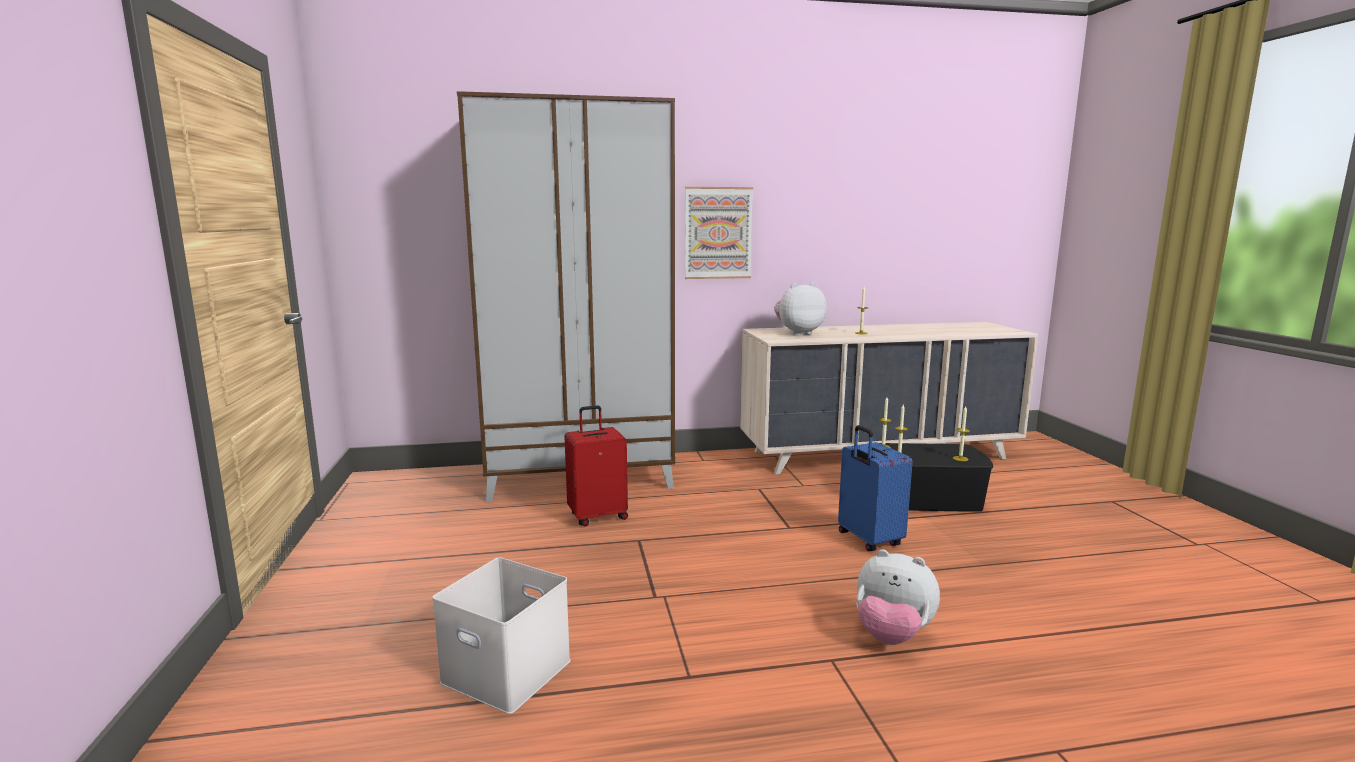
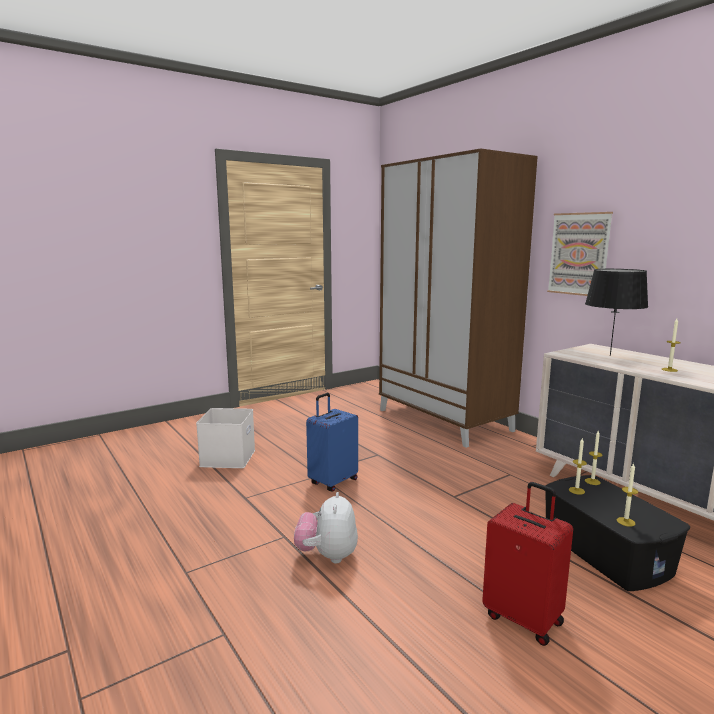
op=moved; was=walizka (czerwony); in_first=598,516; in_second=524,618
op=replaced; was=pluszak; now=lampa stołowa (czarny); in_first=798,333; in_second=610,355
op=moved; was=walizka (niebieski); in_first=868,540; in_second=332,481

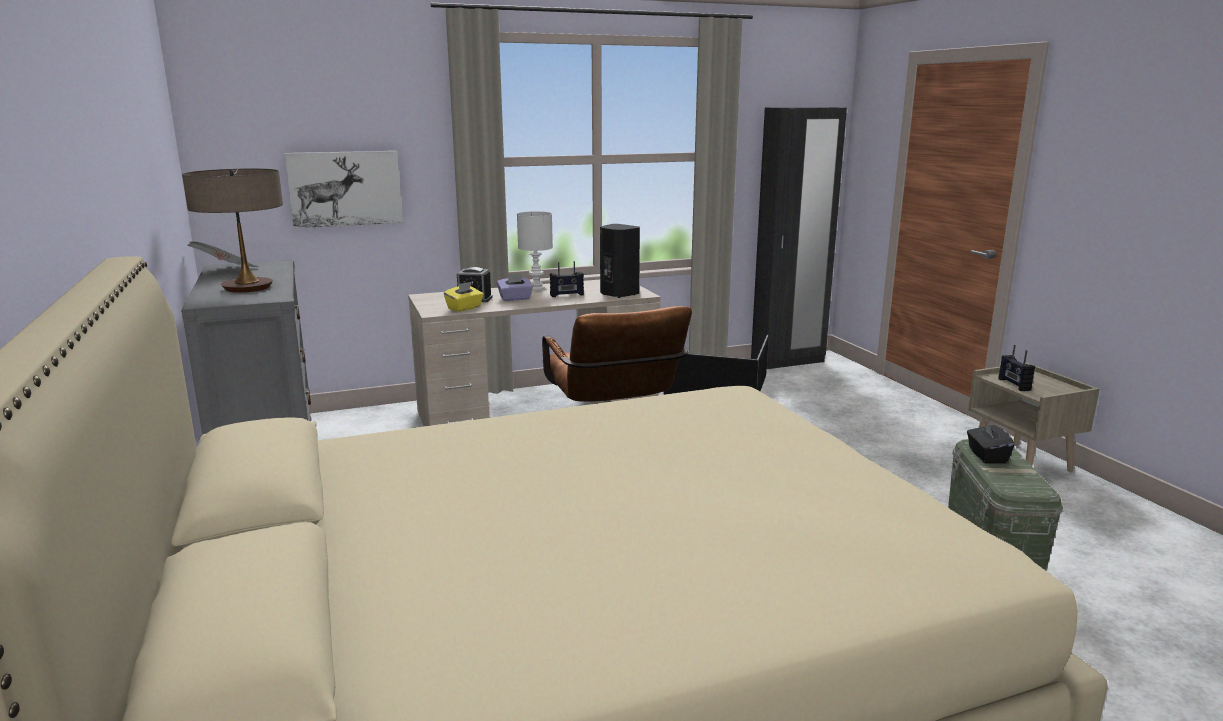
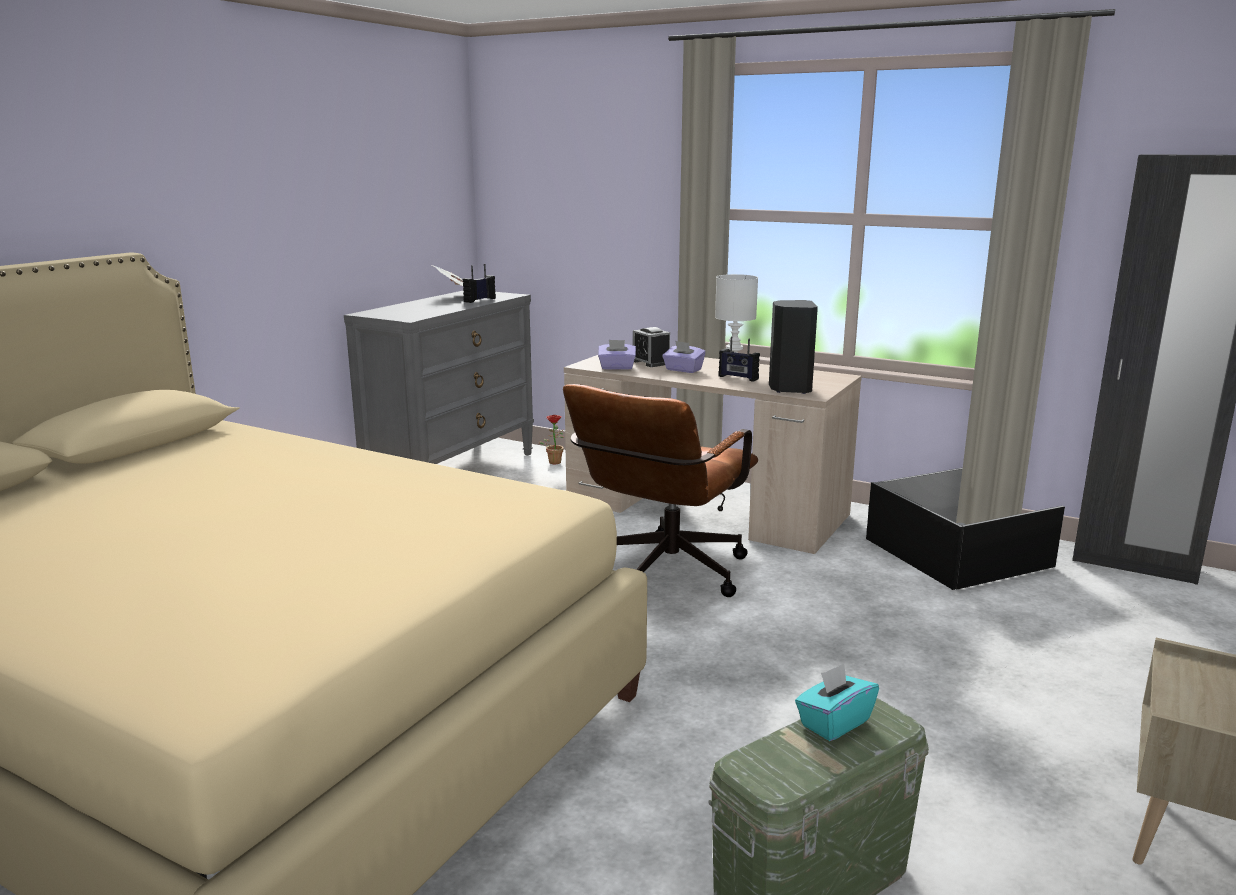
op=removed; was=lampa stołowa; in_first=247,288
op=removed; was=obraz; in_first=345,188
op=recoloured; was=pudełko chusteczek (żółty); now=pudełko chusteczek (fioletowy); in_first=464,308; in_second=617,367
op=recoloured; was=pudełko chusteczek (czarny); now=pudełko chusteczek (turkusowy); in_first=986,456; in_second=834,722
op=moved; was=radio; in_first=1013,384; in_second=479,300
op=added; now=roślina doniczkowa; in_second=554,461

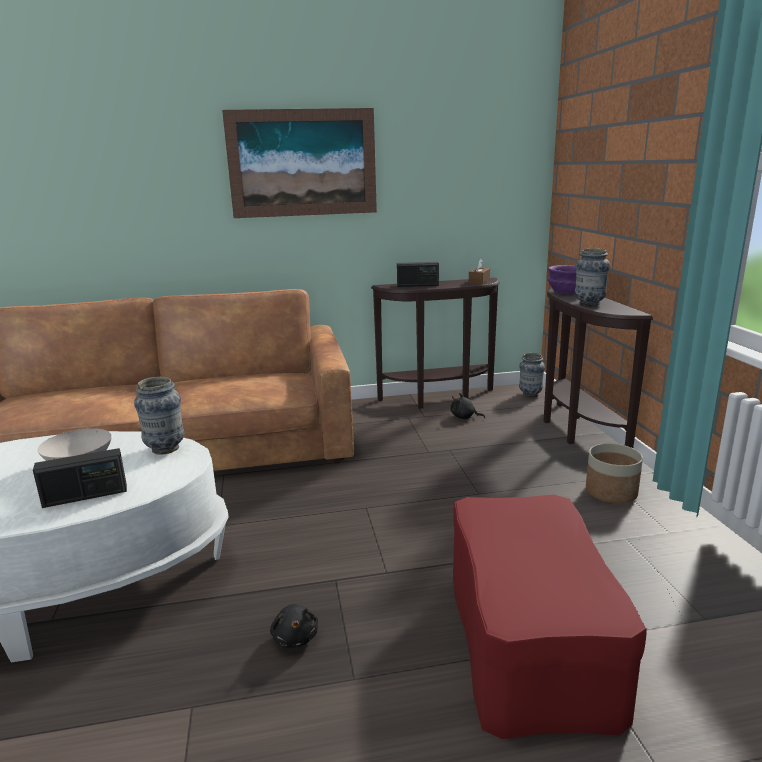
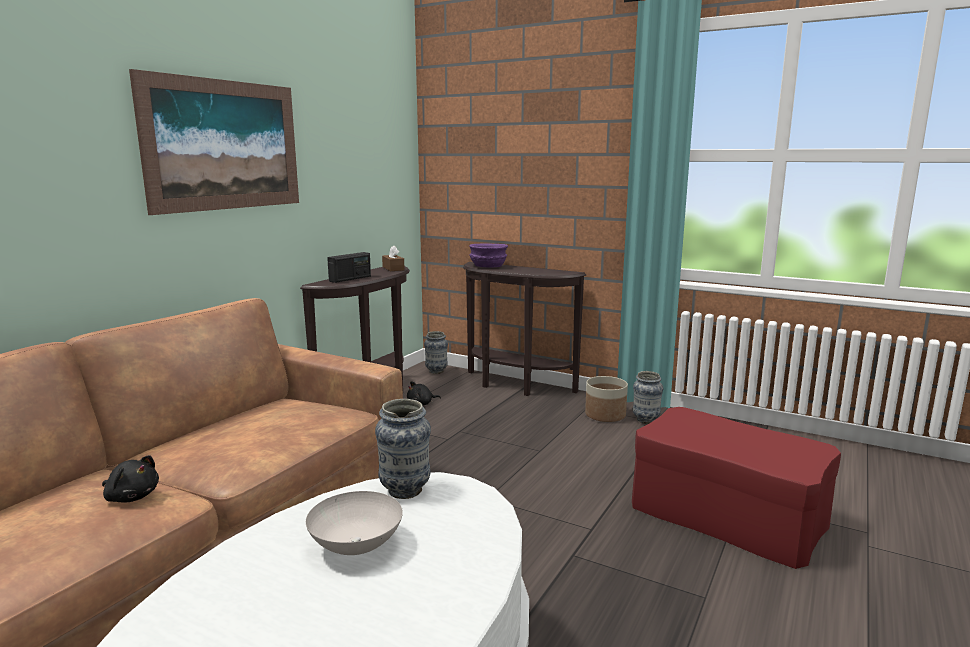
op=removed; was=radio; in_first=85,496
op=moved; was=pluszak (czarny); in_first=295,637; in_second=131,497
op=moved; was=wazon; in_first=589,304; in_second=645,420

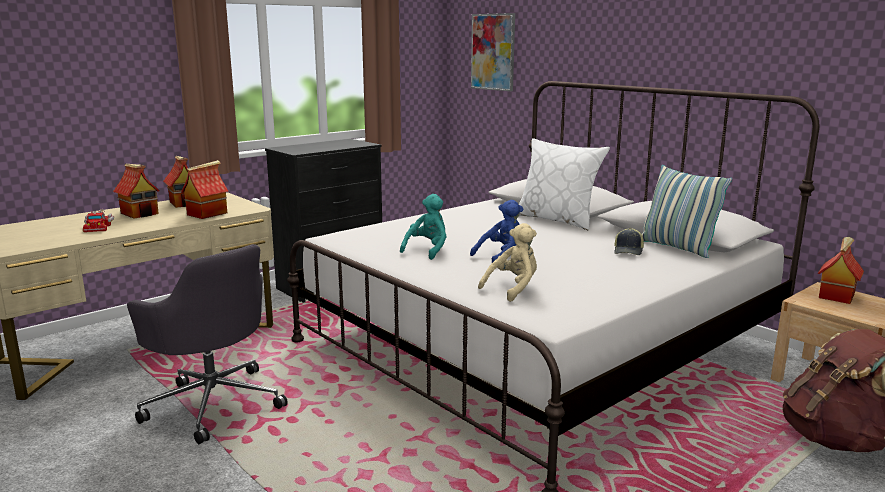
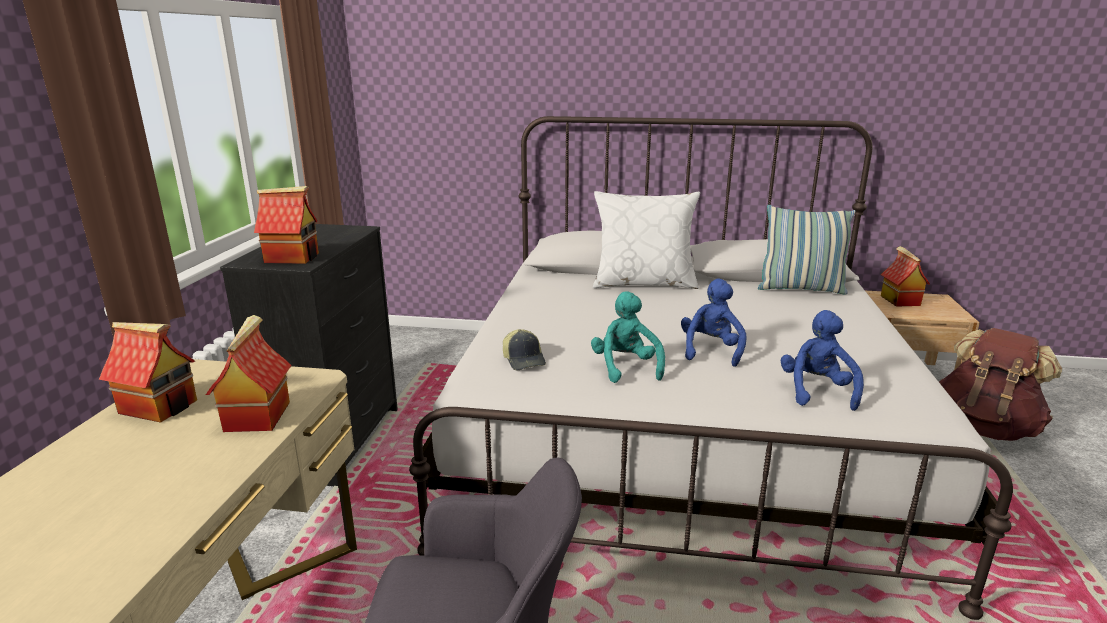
op=removed; was=ciężarówka zabawkowa; in_first=99,227
op=moved; was=domek; in_first=140,213; in_second=293,257
op=removed; was=obraz; in_first=493,52
op=recoloured; was=pluszak (beżowy); now=pluszak (niebieski); in_first=513,288; in_second=817,391
op=moved; was=czapka z daszkiem; in_first=629,251; in_second=524,360

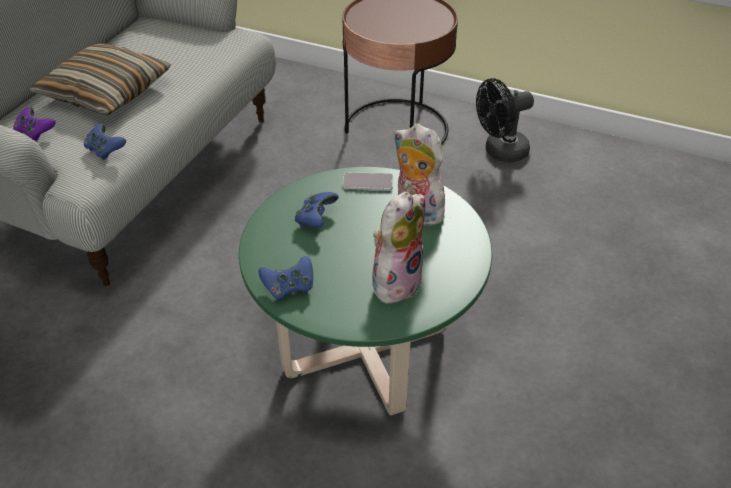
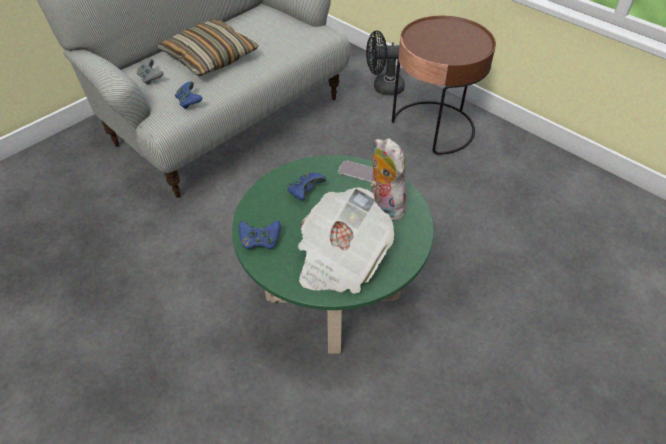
op=recoloured; was=pad do gier (fioletowy); now=pad do gier (szary); in_first=35,133; in_second=150,78
op=replaced; was=pluszak; now=gazeta; in_first=395,281; in_second=340,259
op=moved; was=wentylator (czarny); in_first=500,152; in_second=383,87

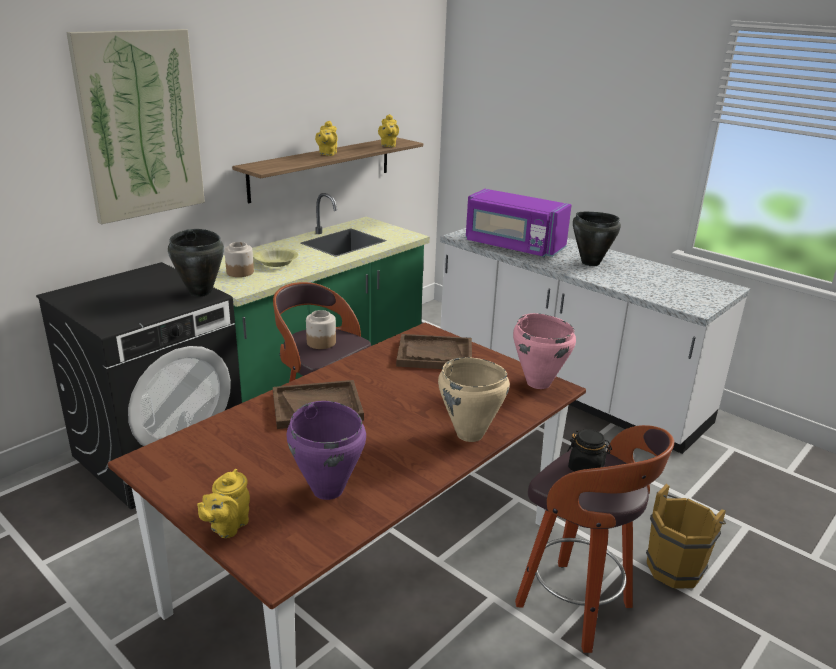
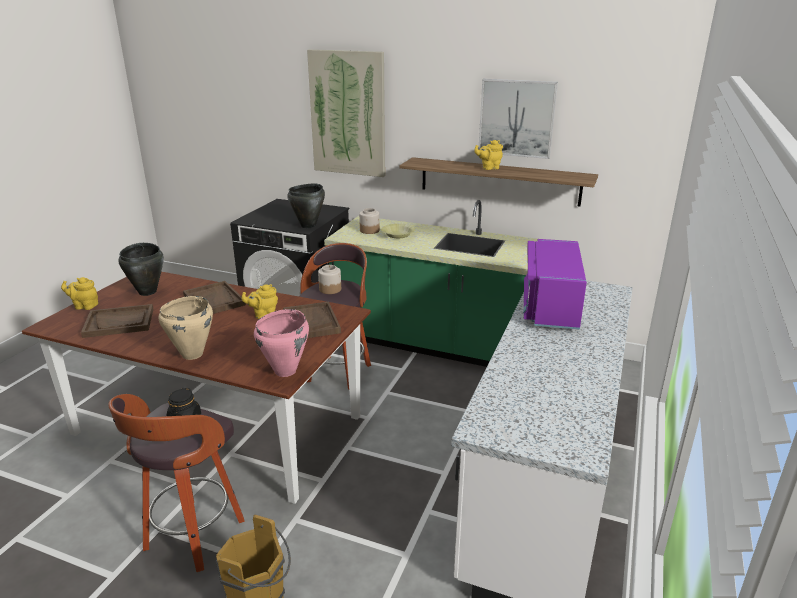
op=replaced; was=garnek (fioletowy); now=taca (brązowy); in_first=328,489; in_second=119,322
op=moved; was=imbryk (żółty); in_first=388,145; in_second=263,315
op=moved; was=garnek (czarny); in_first=590,262; in_second=148,292
op=added; now=obraz; in_second=517,118

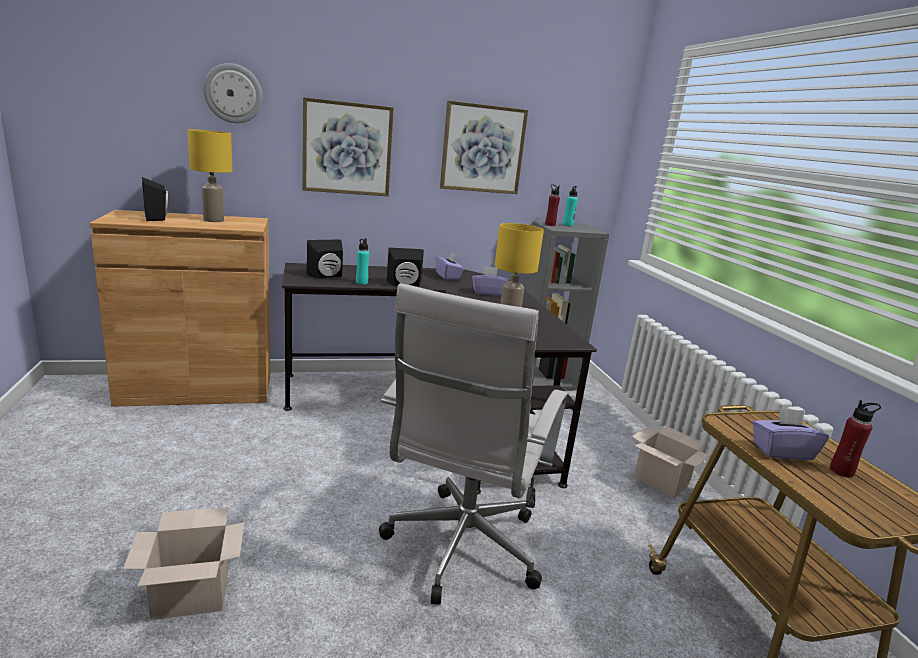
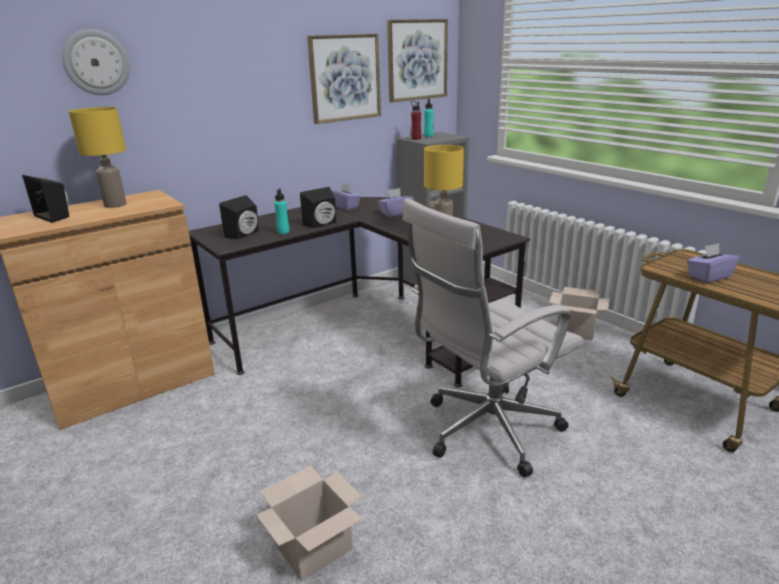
op=moved; was=obraz; in_first=347,148; in_second=417,60
op=turned; was=krzesło biurowe (biały); in_first=460,550; in_second=485,432; clockwise=60
op=removed; was=butelka (czerwony); in_first=841,471

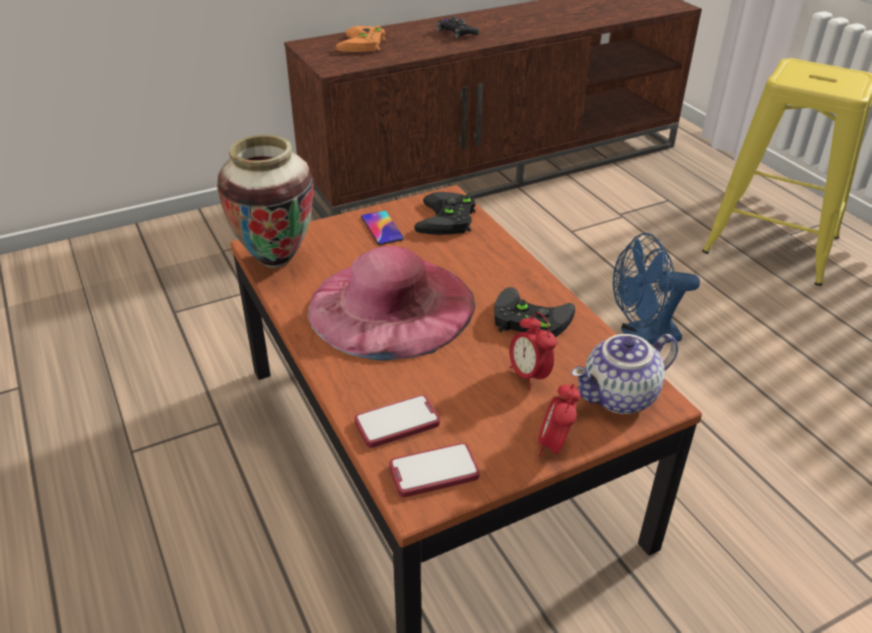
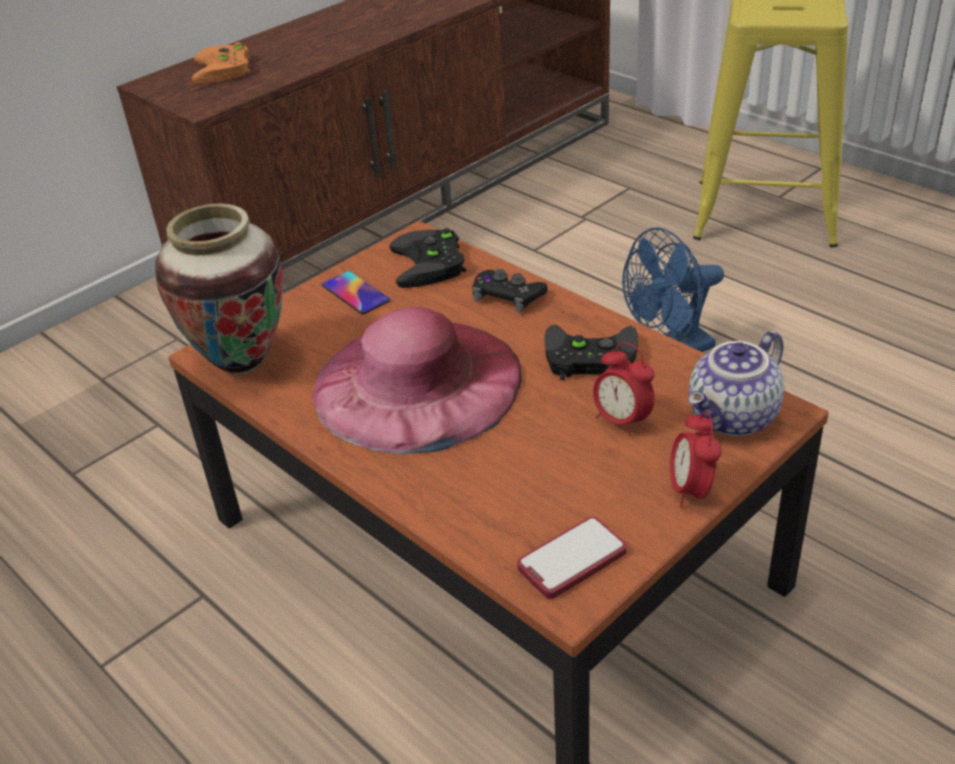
op=removed; was=telefon; in_first=397,423
op=moved; was=pad do gier (czarny); in_first=456,33; in_second=508,296

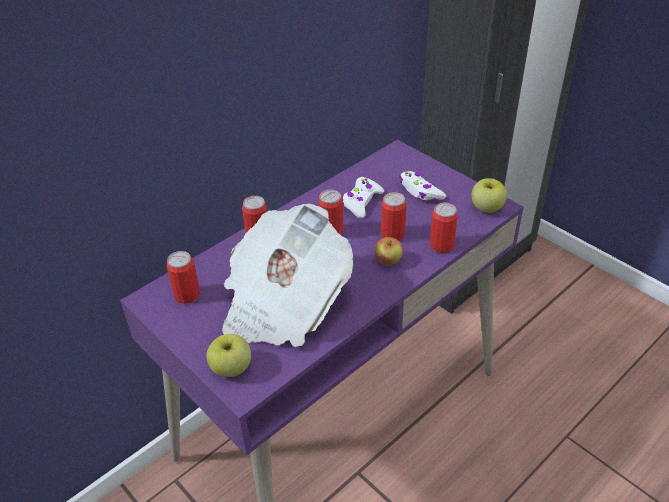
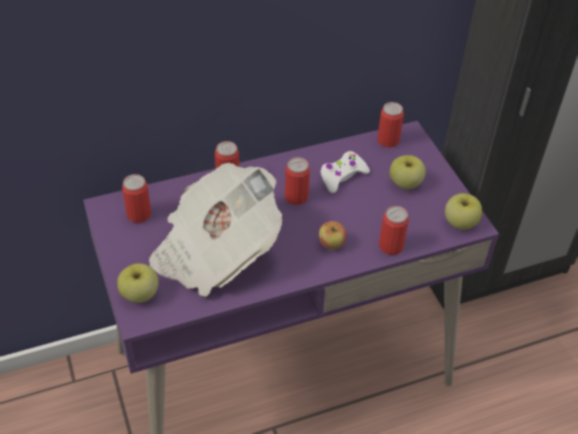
op=moved; was=puszka; in_first=392,235; in_second=388,141
op=replaced; was=pad do gier (biały); now=jabłko; in_first=420,191; in_second=405,183

